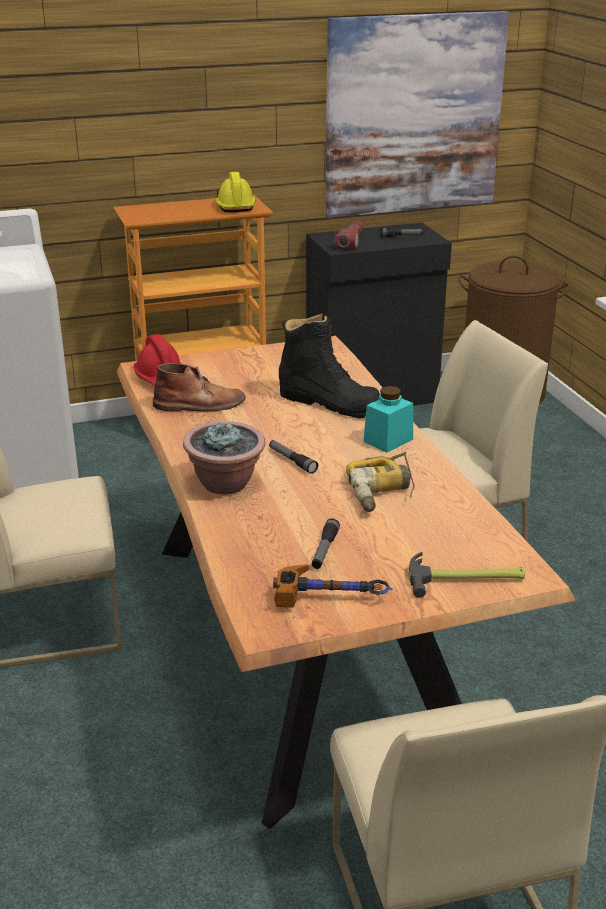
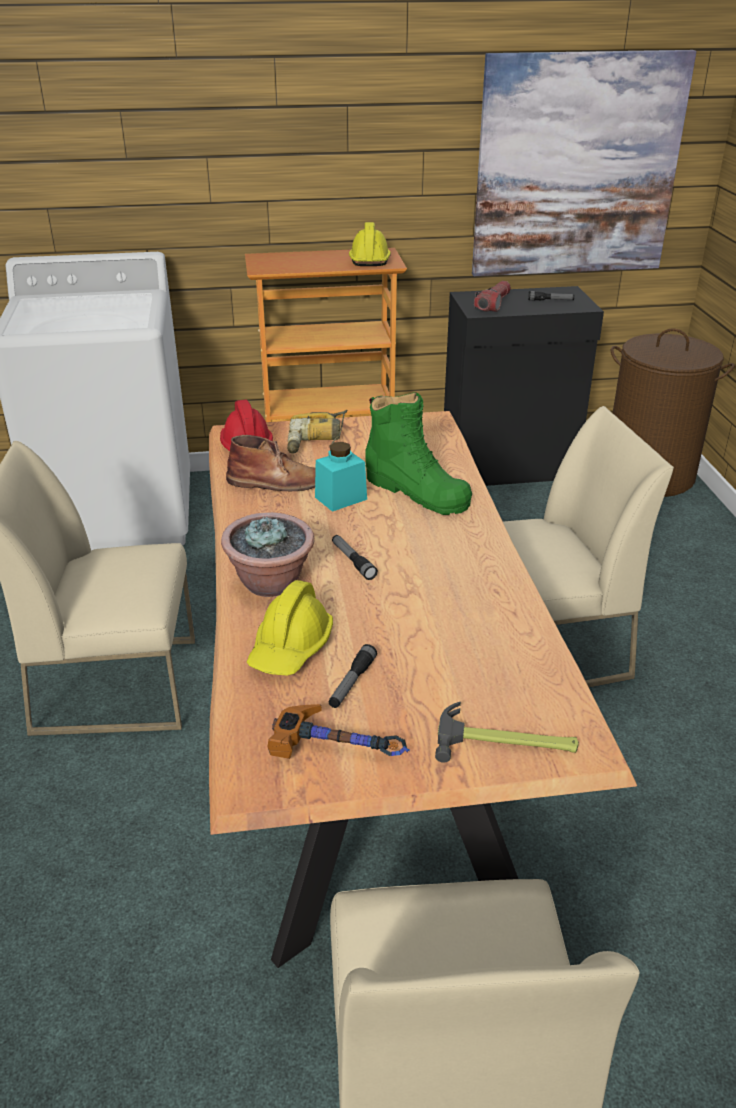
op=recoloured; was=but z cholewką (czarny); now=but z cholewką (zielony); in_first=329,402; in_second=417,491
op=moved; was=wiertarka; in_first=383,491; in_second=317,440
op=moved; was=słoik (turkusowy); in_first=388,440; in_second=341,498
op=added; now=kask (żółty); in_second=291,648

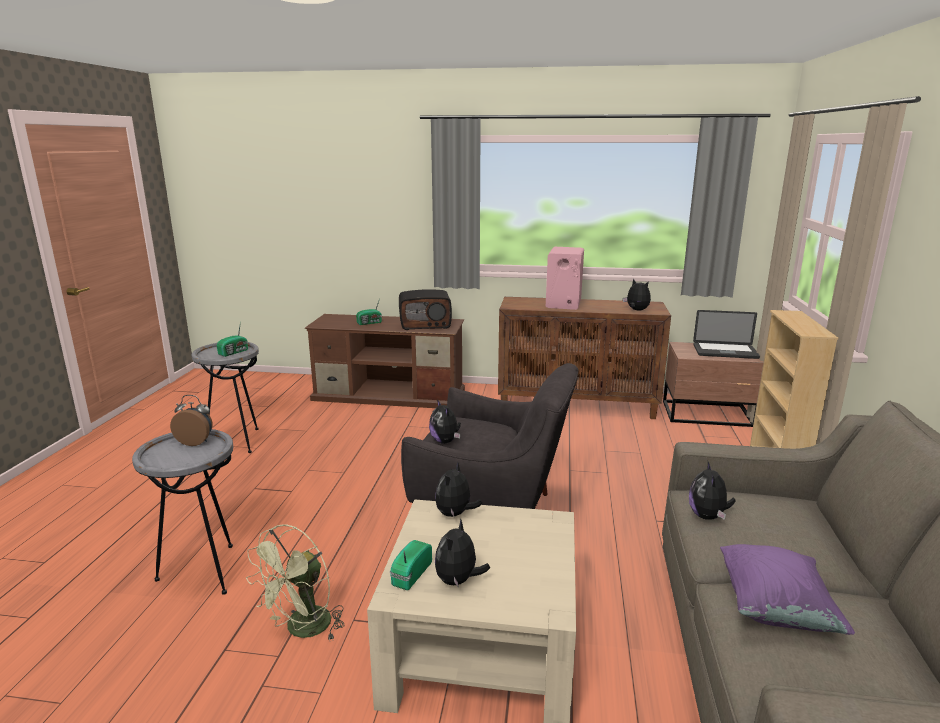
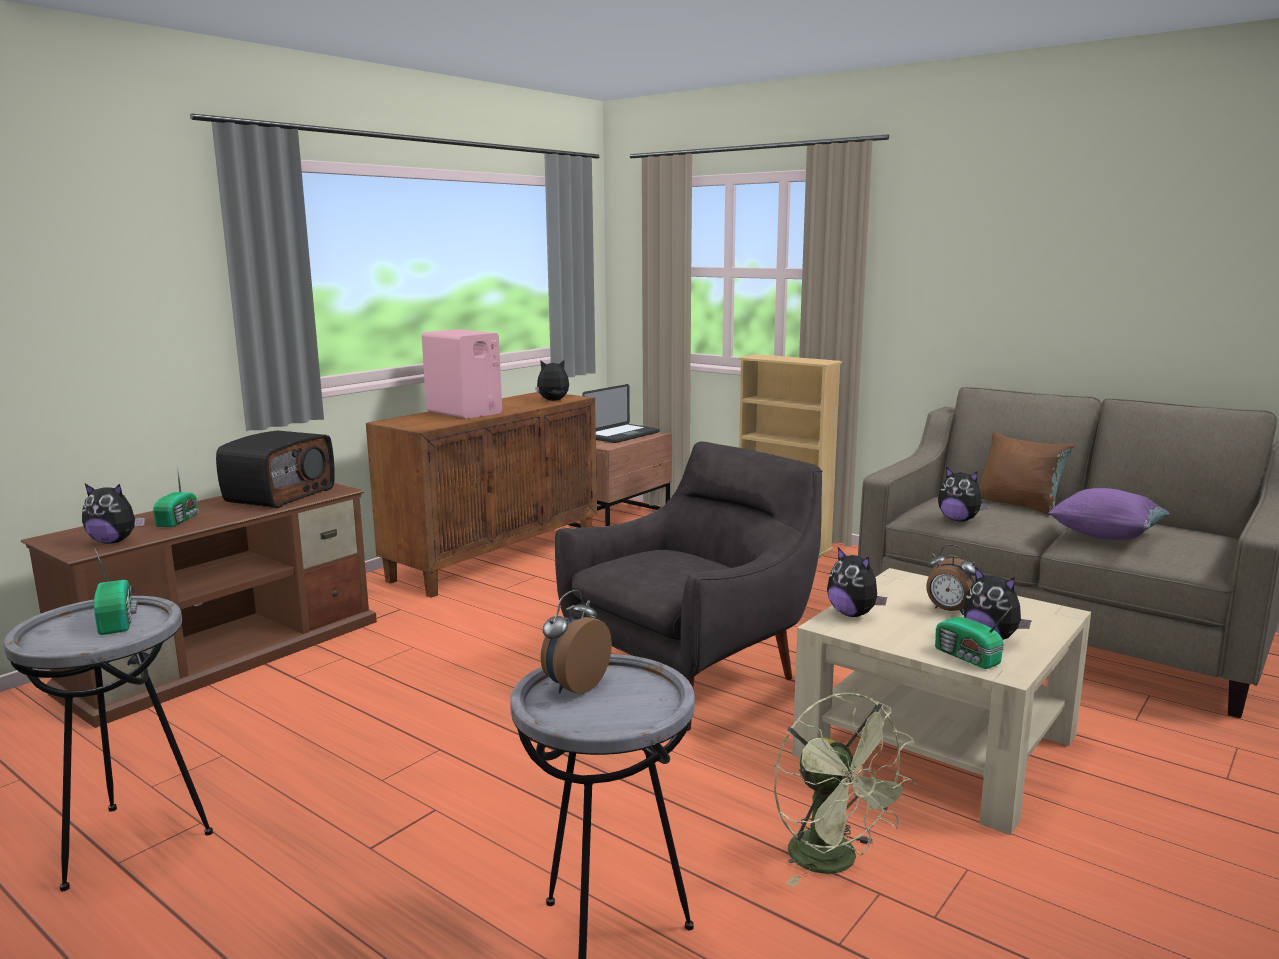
op=moved; was=pluszak; in_first=445,441; in_second=114,541
op=added; now=budzik; in_second=949,611
op=added; now=poduszka (brązowy); in_second=1019,505

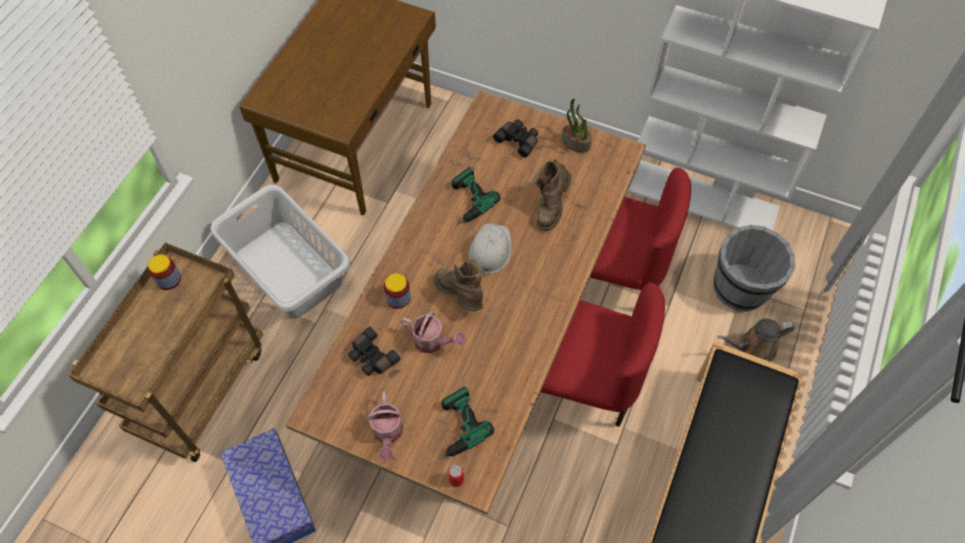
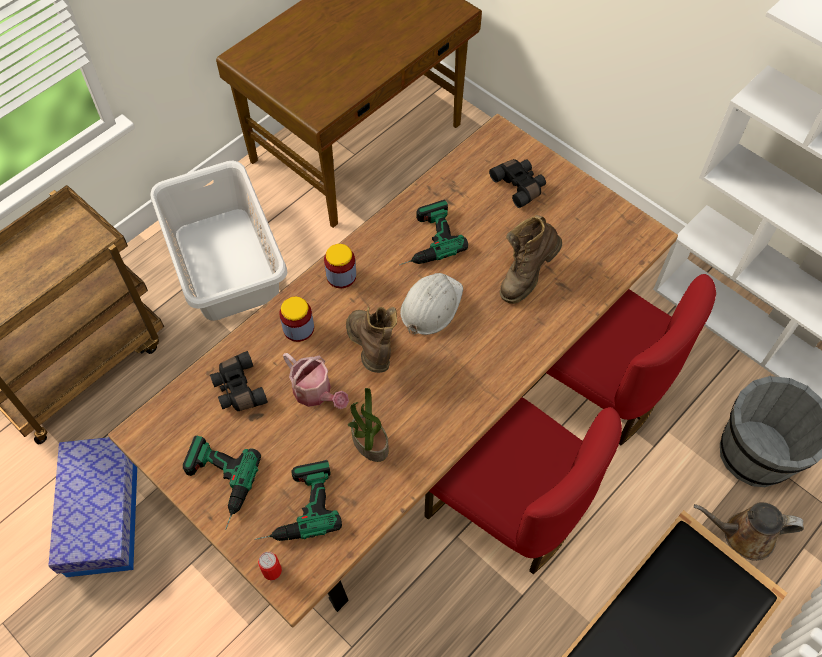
op=moved; was=słoik; in_first=168,279; in_second=341,276
op=replaced; was=konewka; now=wiertarka; in_first=387,433; in_second=216,486
op=moved; was=roślina doniczkowa; in_first=575,143; in_second=369,443

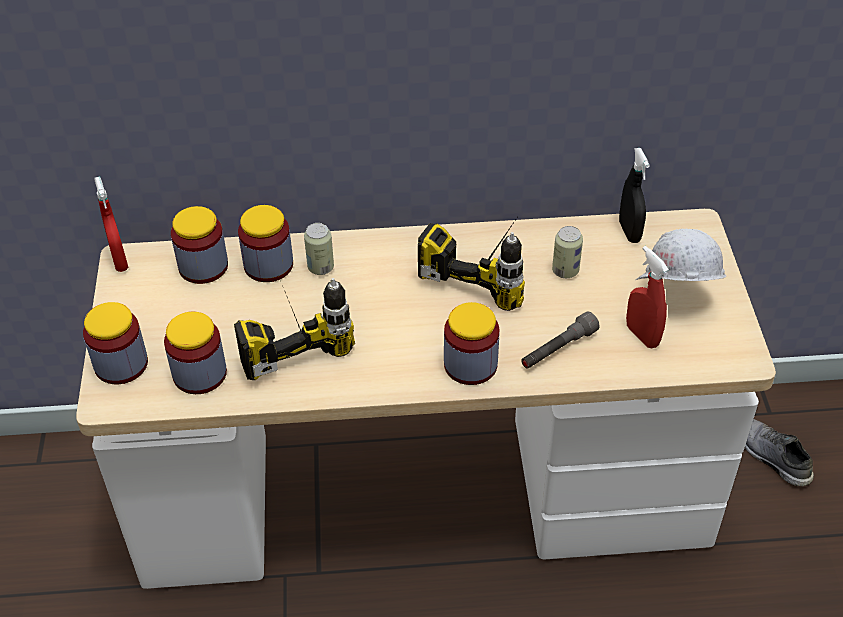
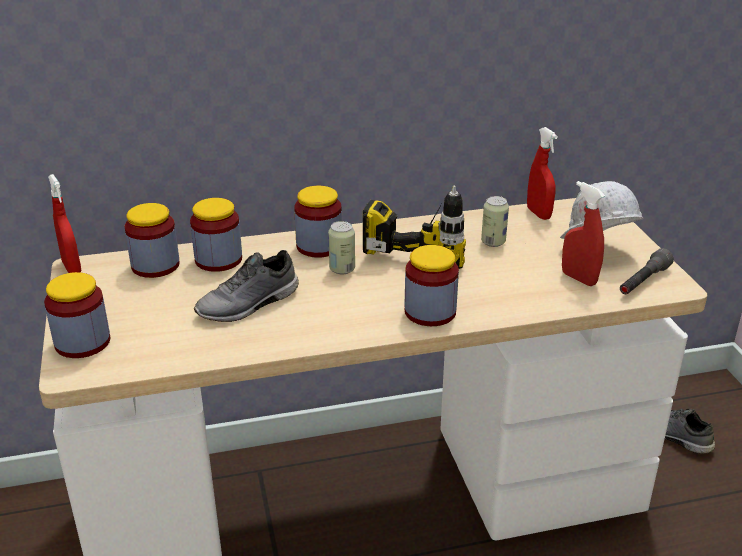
op=moved; was=słoik; in_first=199,374; in_second=319,246
op=replaced; was=wiertarka; now=but (szary); in_first=289,333; in_second=249,305
op=moved; was=puszka; in_first=320,267; in_second=342,269
op=moved; was=latarka (szary); in_first=558,349; in_second=643,281
op=recoloured; was=spryskiwacz (czarny); now=spryskiwacz (czerwony); in_first=629,232; in_second=538,214

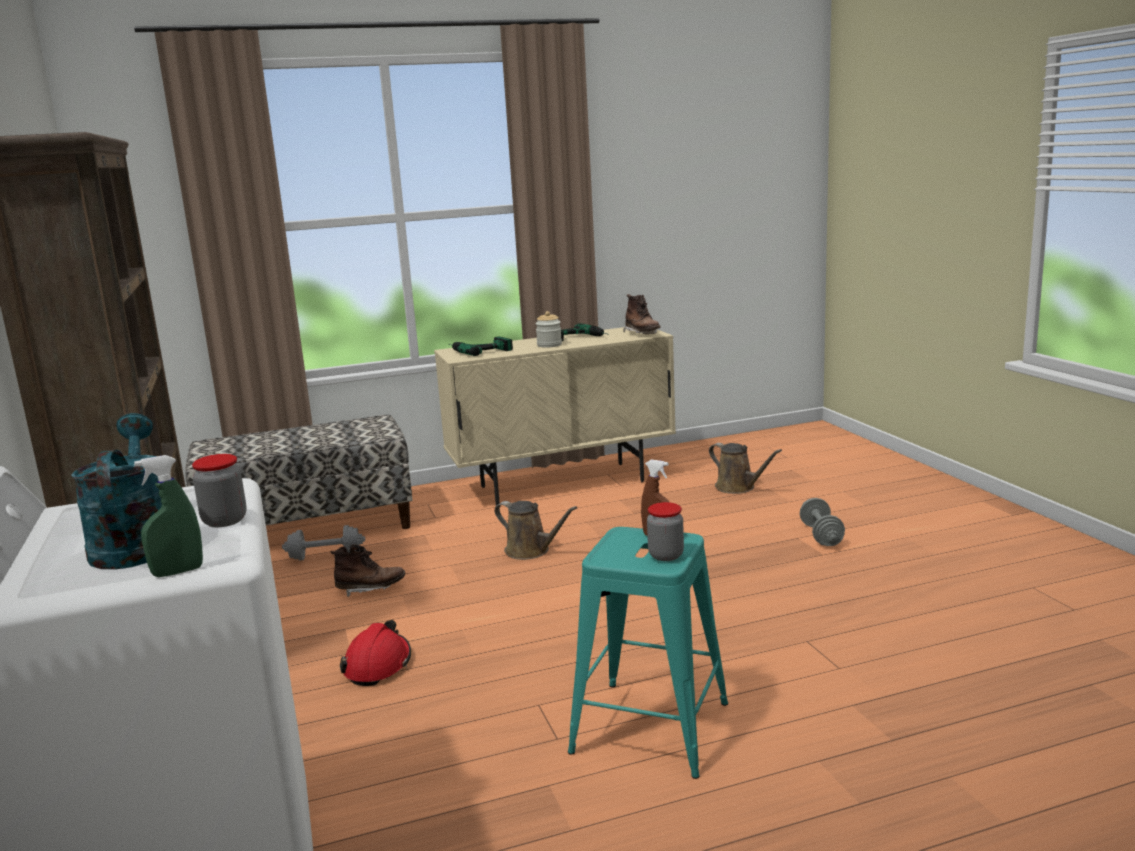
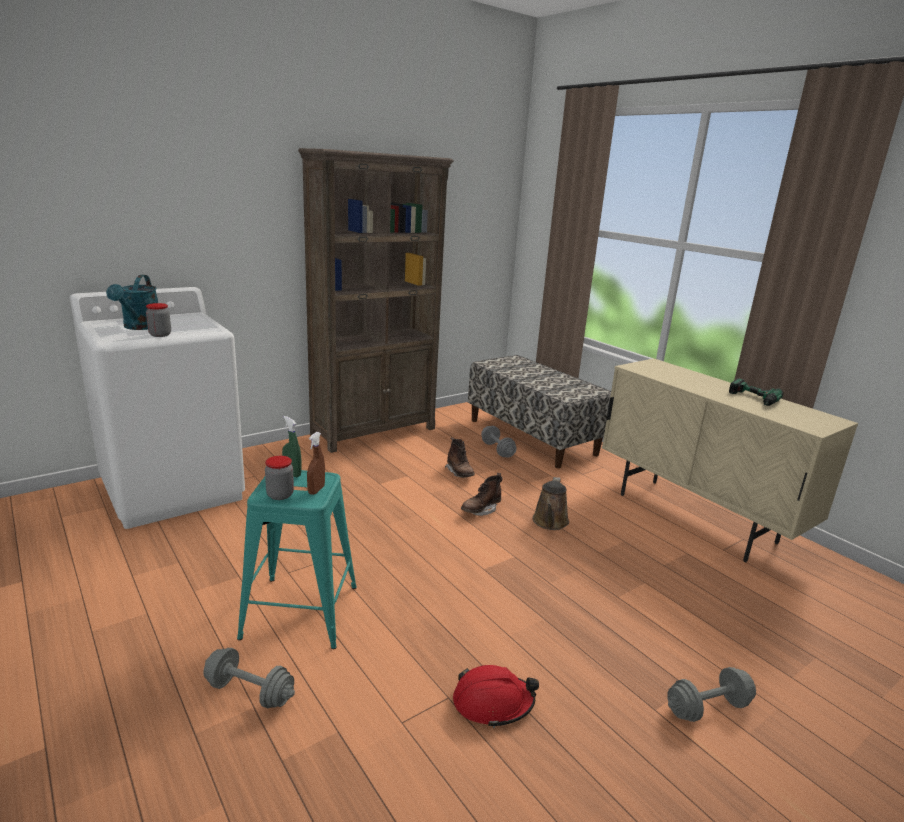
op=turned; was=konewka (turkusowy); in_first=135,544; in_second=140,327; clockwise=120
op=moved; was=spryskiwacz (zielony); in_first=178,572; in_second=292,473
op=moved; was=kask (czerwony); in_first=378,665; in_second=493,703
op=removed; was=wiertarka; in_first=478,350
op=removed; was=słoik; in_first=549,345
op=moved; was=but z cholewką (brązowy); in_first=642,334; in_second=481,510
op=removed; was=konewka (brązowy); in_first=738,487
op=added; now=hantel (szary); in_second=250,692

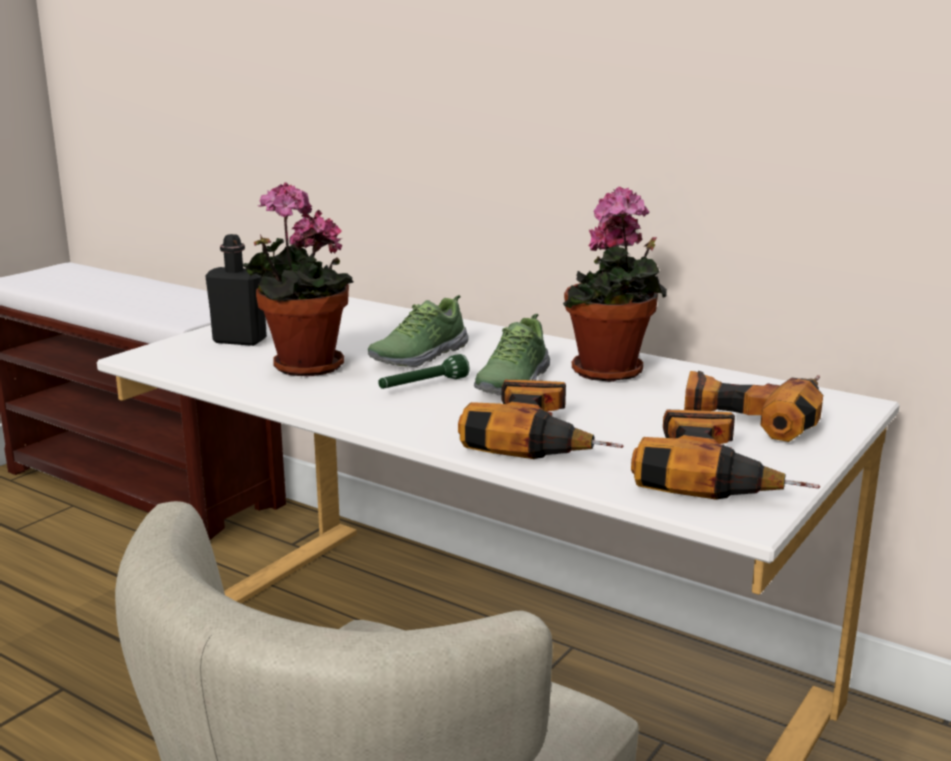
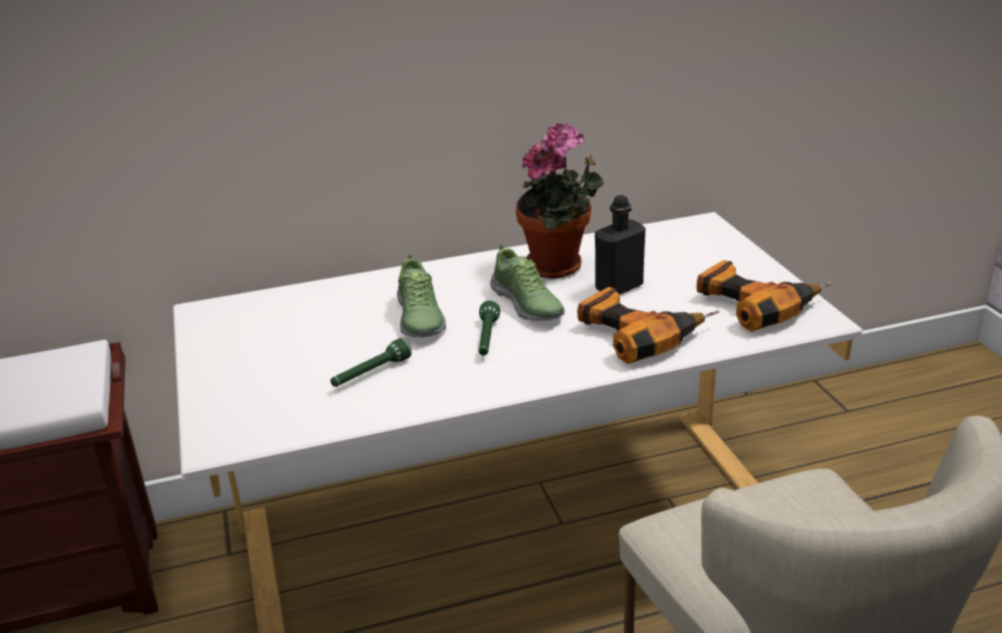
op=moved; was=butelka (czarny); in_first=239,340; in_second=619,287
op=replaced; was=roślina doniczkowa; now=latarka (zielony); in_first=301,367; in_second=371,374
op=removed; was=wiertarka; in_first=752,414

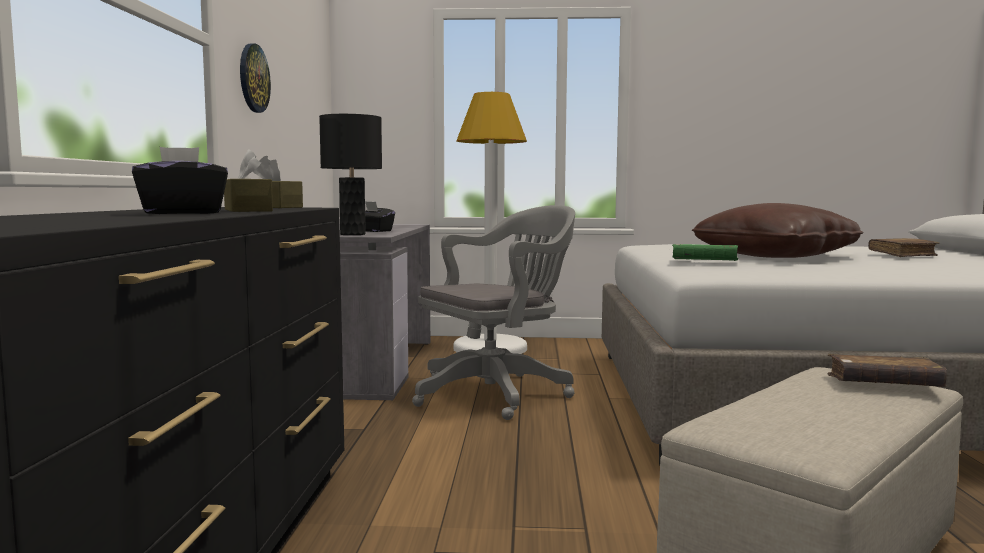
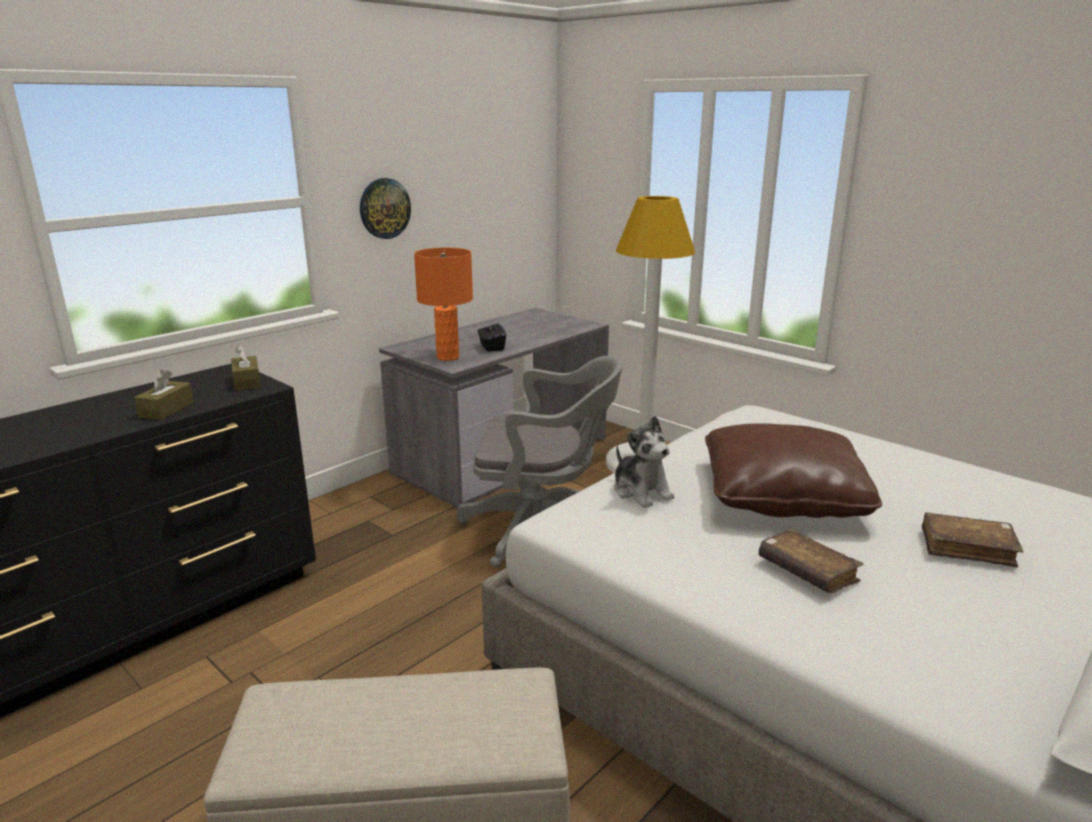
op=removed; was=pudełko chusteczek (czarny); in_first=182,213
op=recoloured; was=lampa stołowa (czarny); now=lampa stołowa (pomarańczowy); in_first=353,234; in_second=448,357
op=replaced; was=książka (zielony); now=pluszak; in_first=704,262; in_second=641,491
op=moved; was=książka (brązowy); in_first=883,385; in_second=807,572

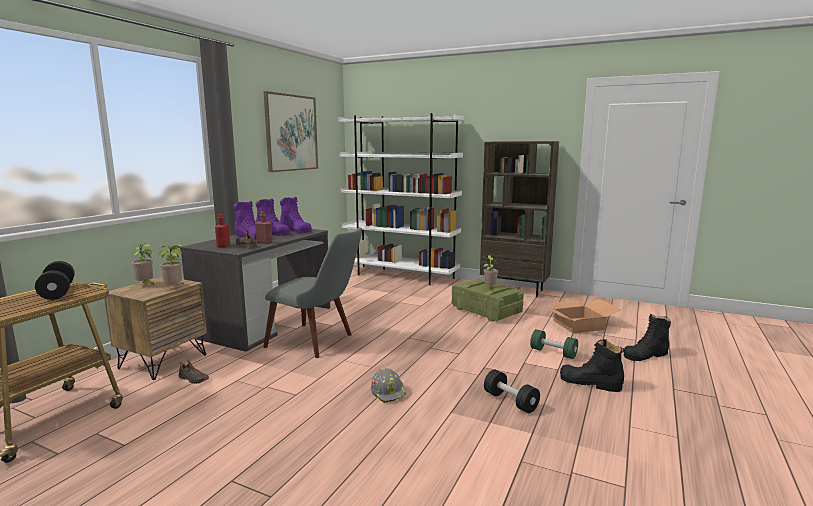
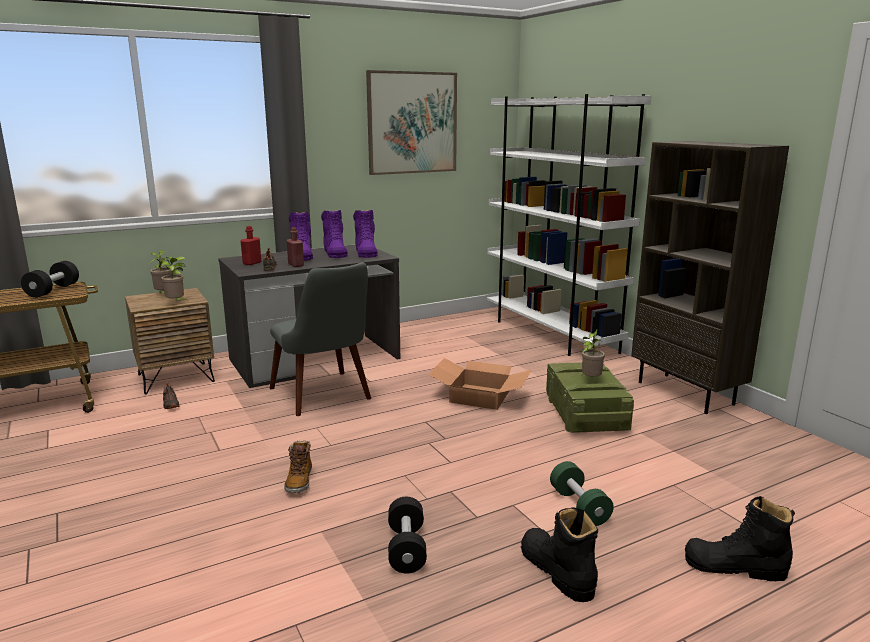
op=replaced; was=kask (szary); now=but z cholewką; in_first=388,392; in_second=299,481
op=moved; was=karton; in_first=578,325; in_second=478,396

